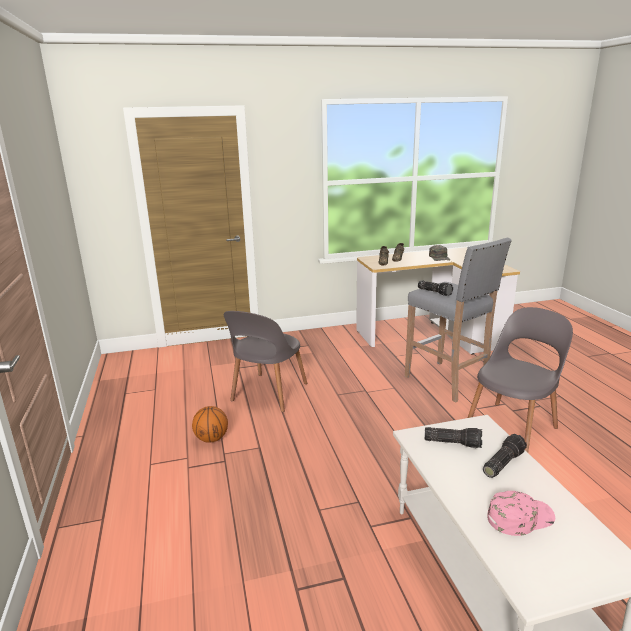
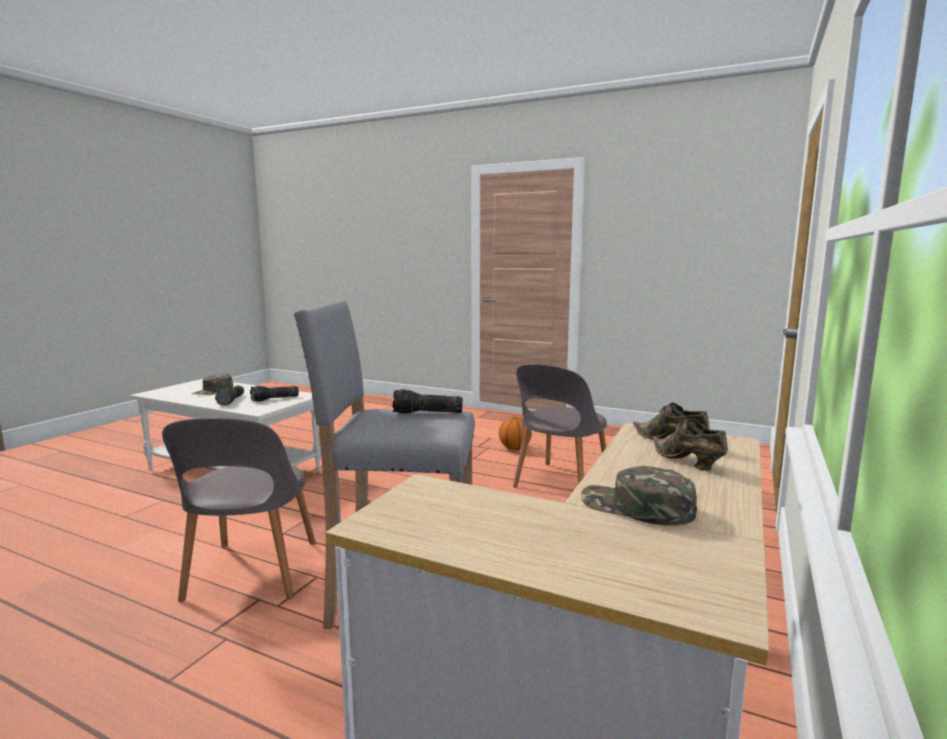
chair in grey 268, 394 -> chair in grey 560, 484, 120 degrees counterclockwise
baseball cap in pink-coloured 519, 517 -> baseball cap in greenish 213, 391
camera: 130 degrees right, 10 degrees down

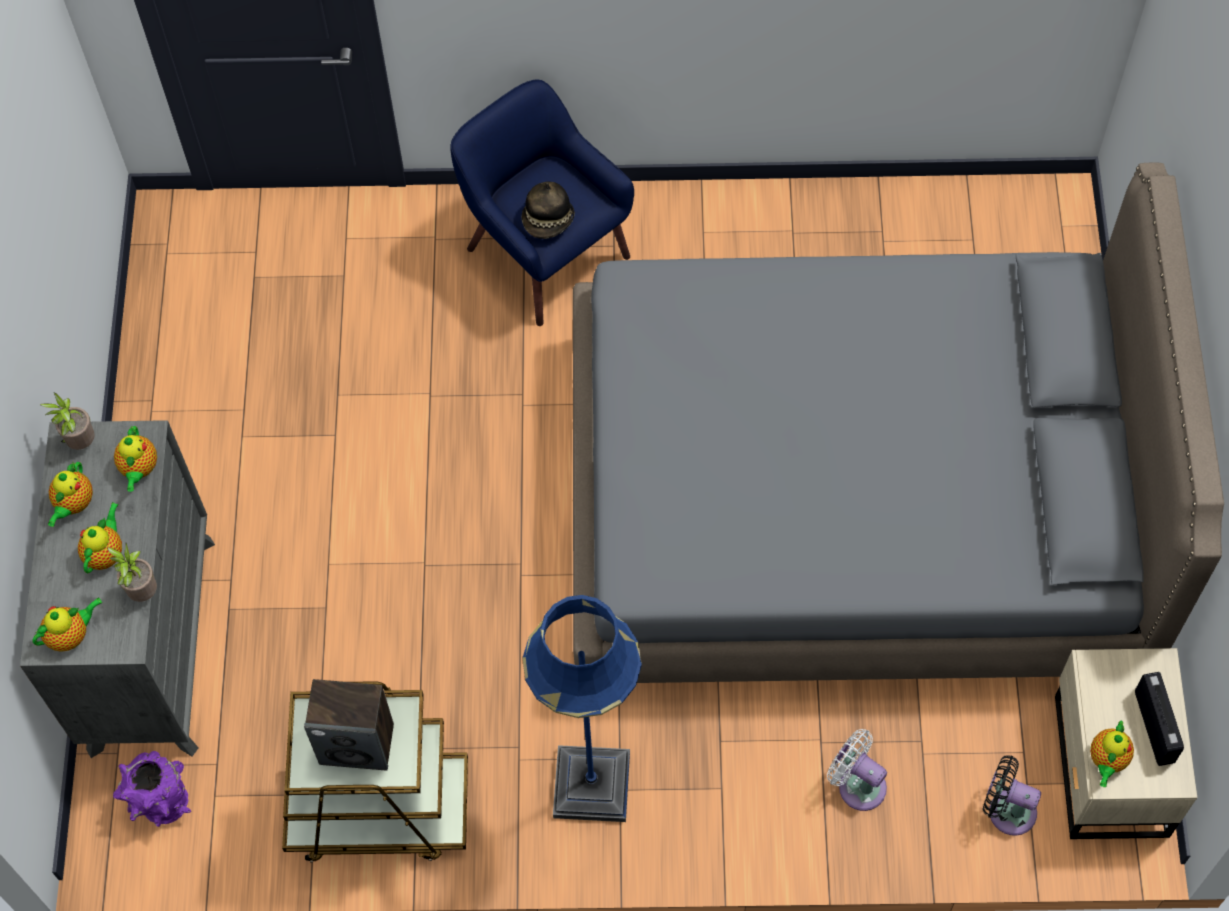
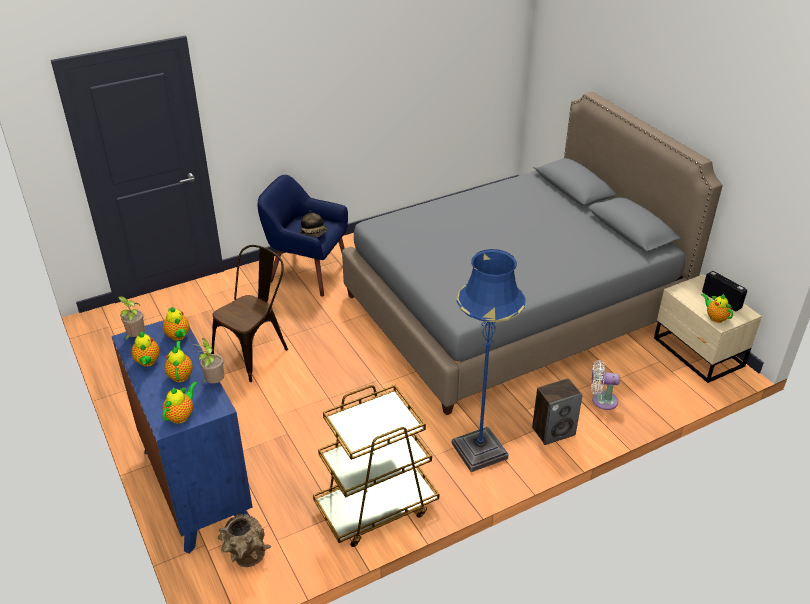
dresser in grey 151, 644 -> dresser in blue-coloured 196, 486
vase in purplish 160, 803 -> vase in brownish 246, 558
speaker 357, 743 -> speaker 553, 431, move
cooling fan in black 1007, 810 -> none
teapot 1107, 760 -> teapot 715, 317, 150 degrees clockwise
none -> chair in brownish 255, 351
camera: 30 degrees left, 25 degrees down

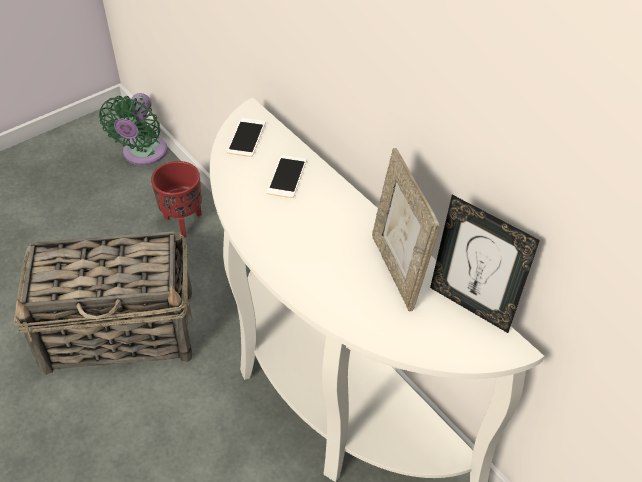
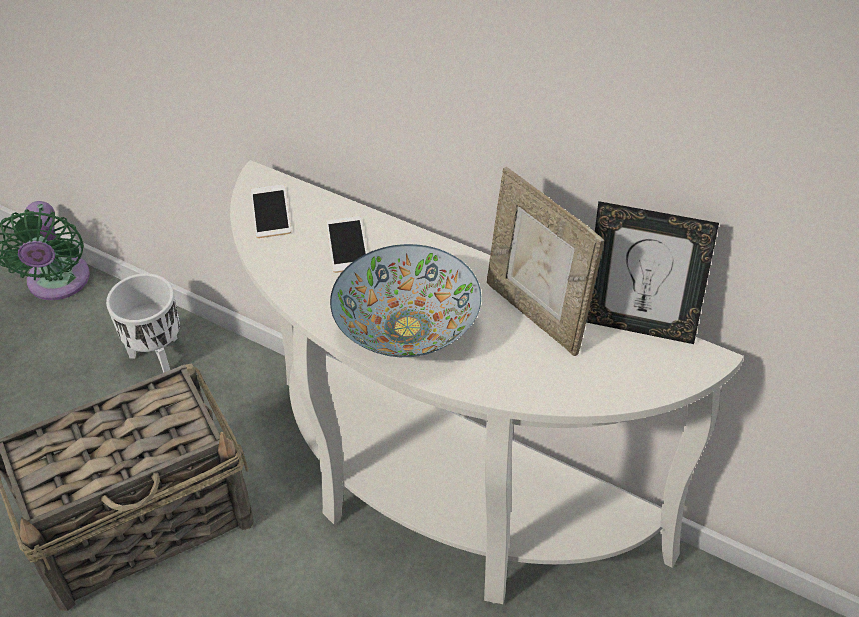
planter in red-coloured 184, 222 -> planter in whitish 158, 355
none -> deep dish 408, 328
camera: 20 degrees left, 0 degrees up

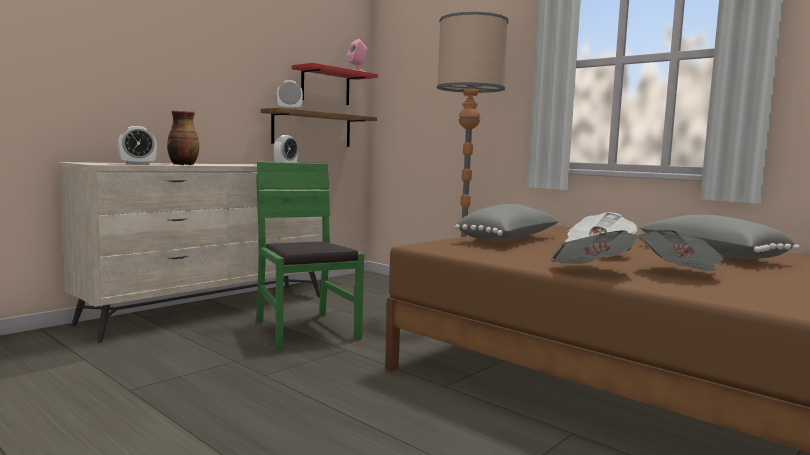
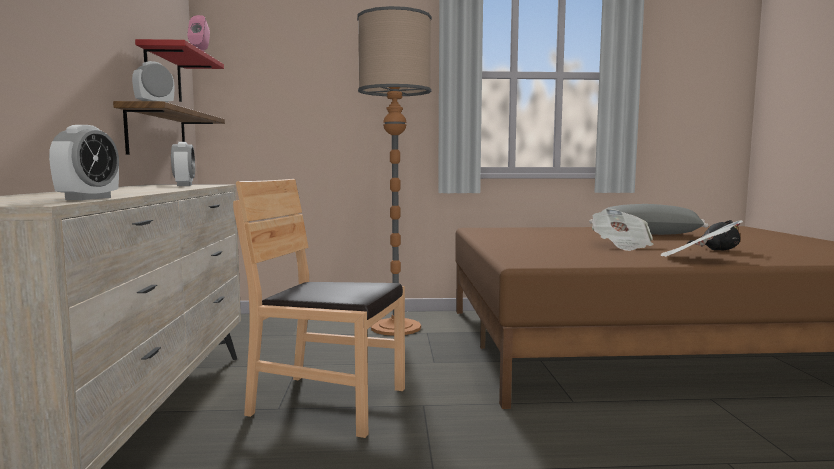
vase 182, 164 -> none
chair in greenish 305, 330 -> chair in brownish 328, 402
pillow in grey 509, 240 -> none
newspaper 681, 273 -> soft toy in black 716, 250
camera: 45 degrees left, 0 degrees up

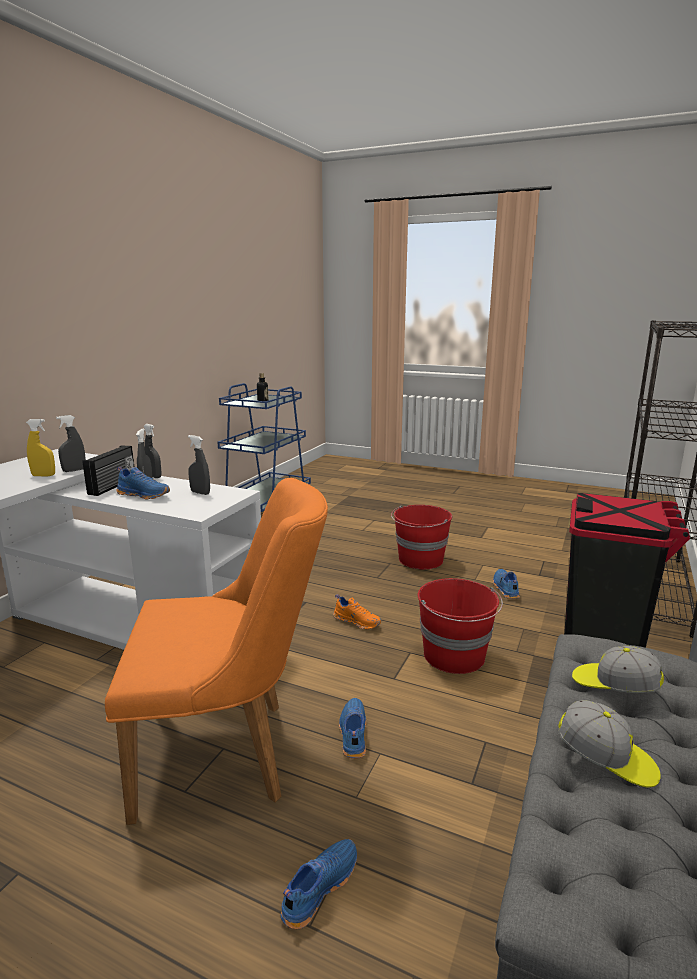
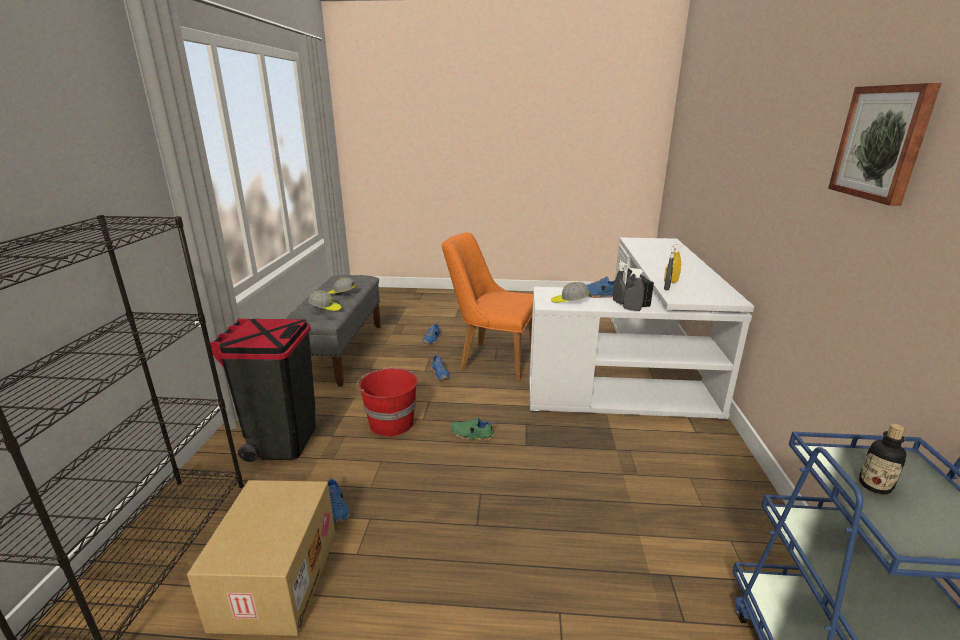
chair in orange-coloured 230, 753 -> chair in orange-coloured 490, 359, 45 degrees clockwise
hand sprayer in grey 200, 493 -> baseball cap 569, 301
low shoe in orange-coloured 357, 621 -> low shoe in greenish 471, 435
water bucket in red-coloured 420, 560 -> none
none -> carton 275, 578
none -> picture 882, 143
camera: 160 degrees right, 5 degrees up

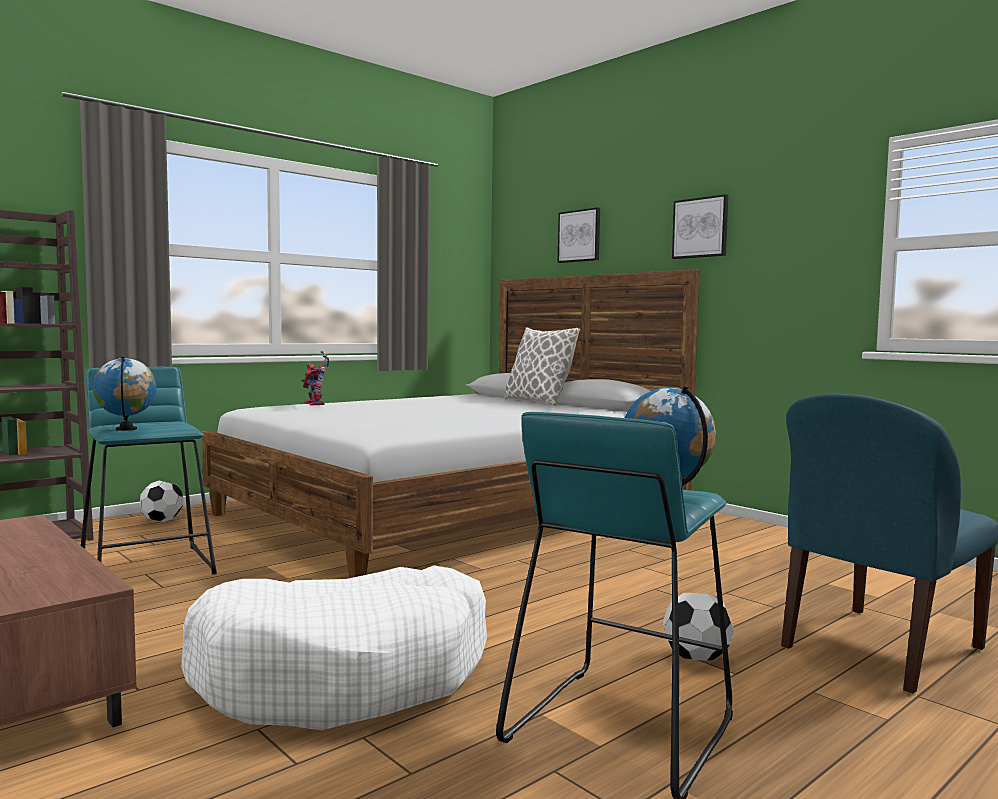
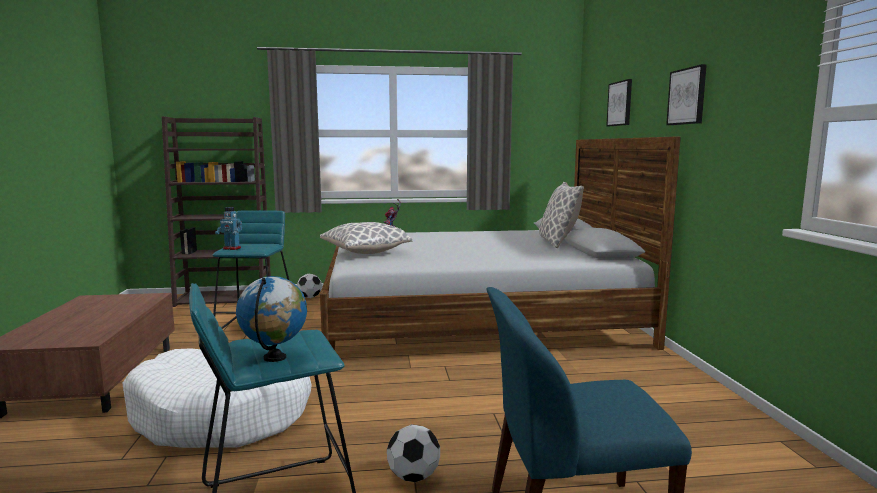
world globe 126, 429 -> robot figure 231, 248
none -> pillow 365, 252
camera: 35 degrees right, 5 degrees up

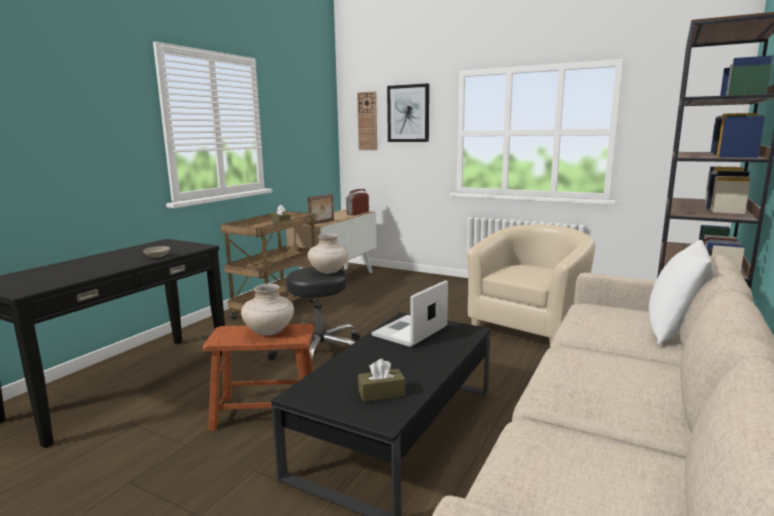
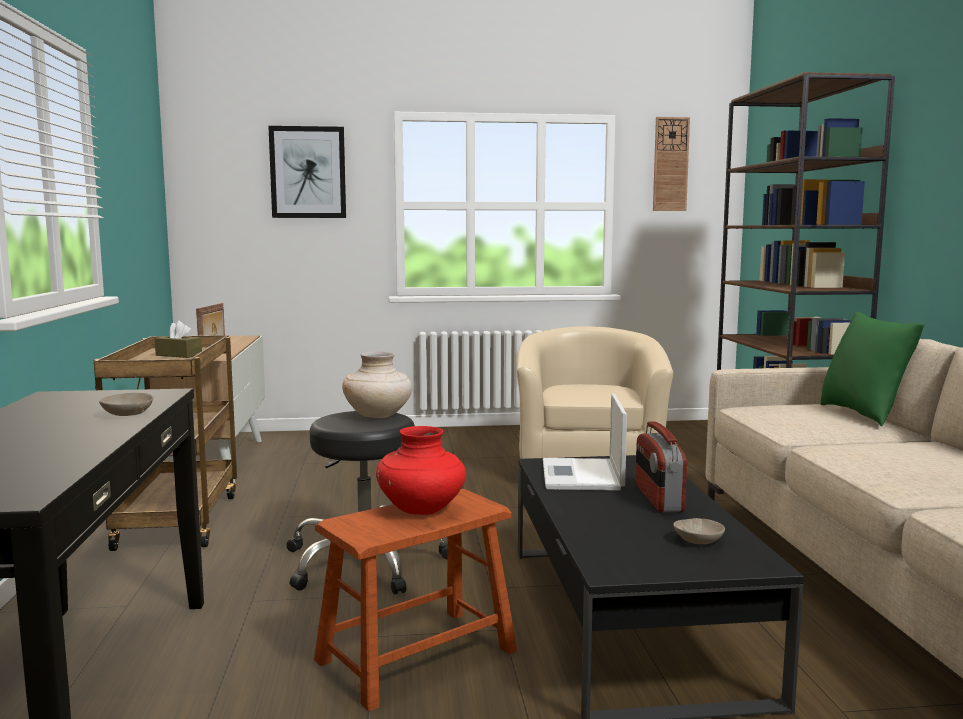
vase in beige-coloured 269, 331 -> vase in red-coloured 422, 509
radio 357, 213 -> radio 657, 498, move
clock on the wall 367, 121 -> clock on the wall 670, 164, move
tissue box in brownish 381, 393 -> deep dish in beige-coloured 698, 541
pillow in whitish 674, 331 -> pillow in greenish 864, 414
camera: 35 degrees left, 5 degrees down

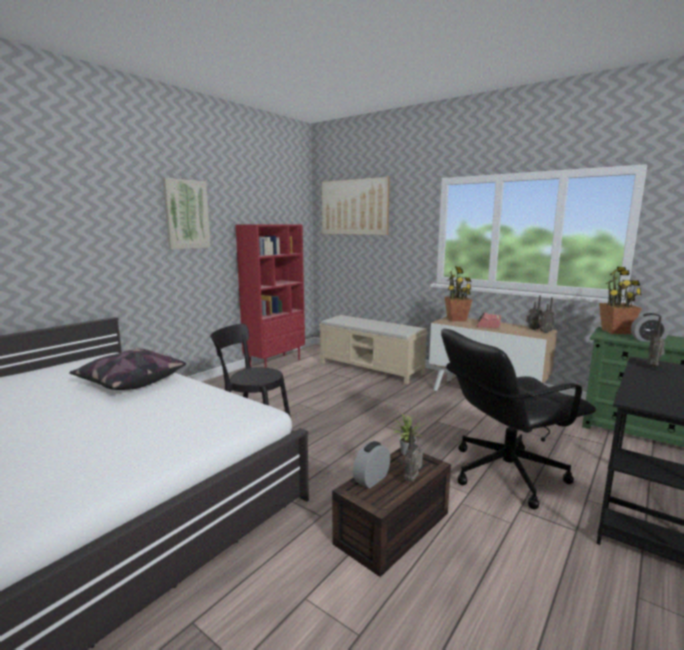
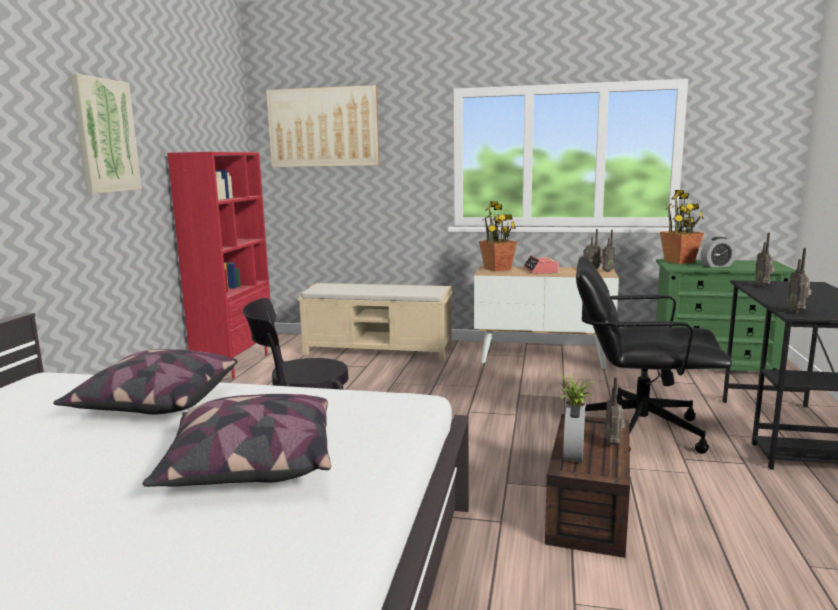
office chair in black 504, 473 -> office chair in black 638, 429, 60 degrees clockwise
none -> pillow 250, 466
none -> radio 797, 311
camera: 25 degrees left, 0 degrees up

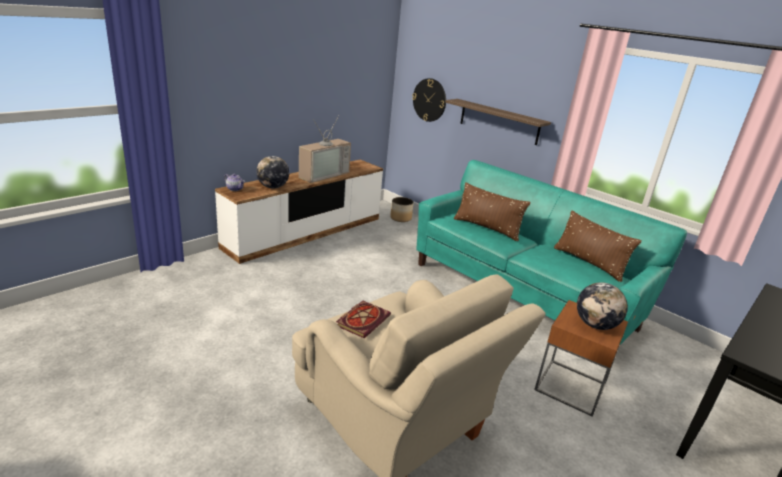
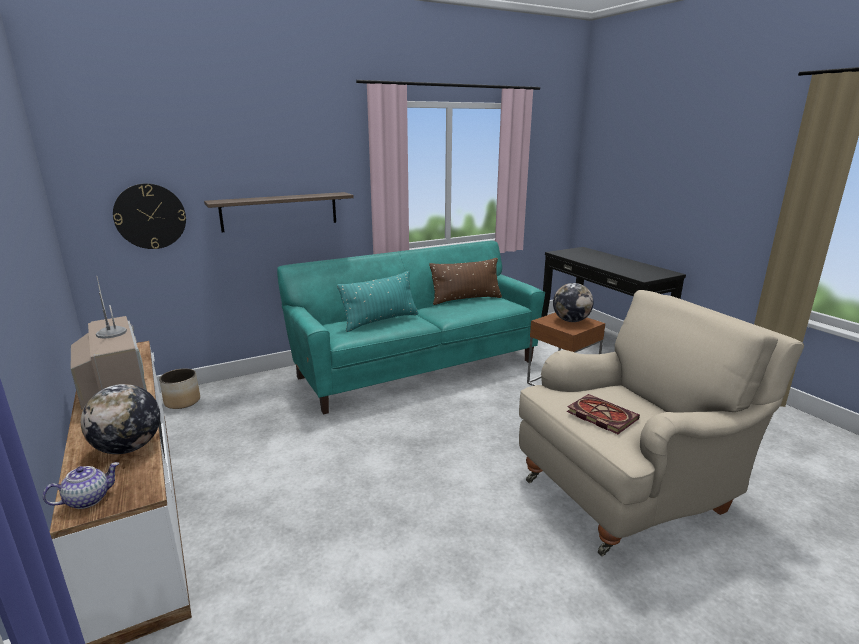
pillow in brownish 487, 228 -> pillow in turquoise 380, 321
camera: 70 degrees left, 5 degrees down

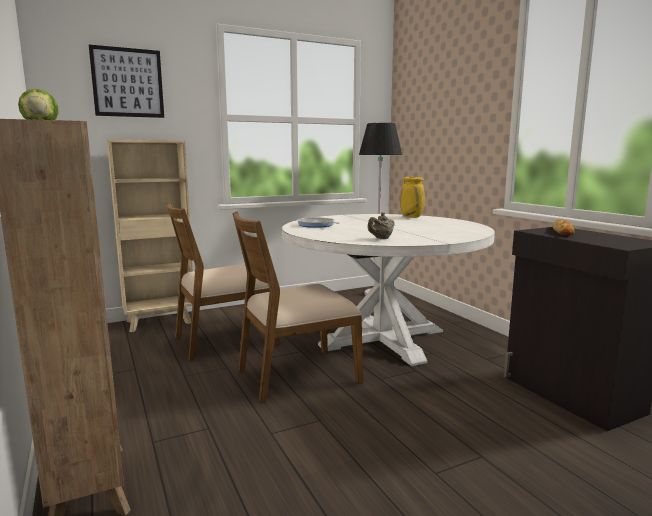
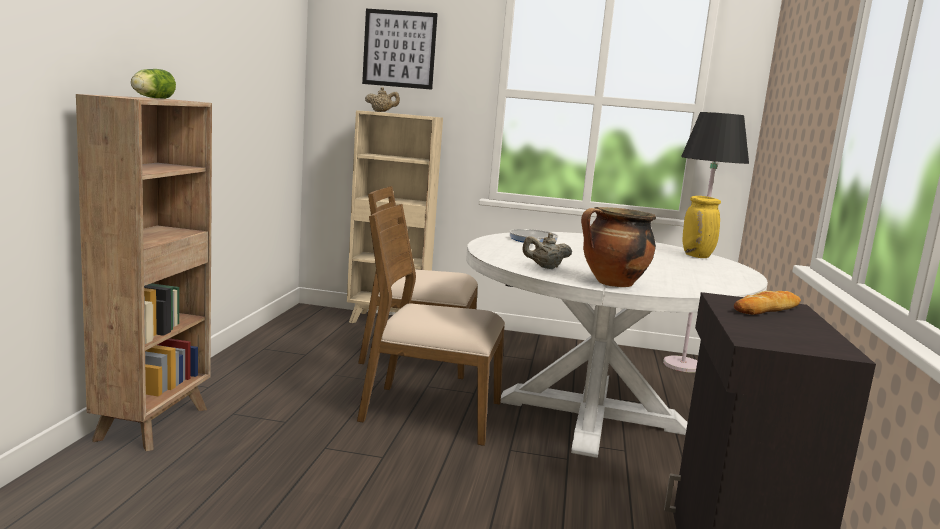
none -> teapot in beige-coloured 381, 112
none -> cooking pot 612, 284
camera: 35 degrees right, 0 degrees up

